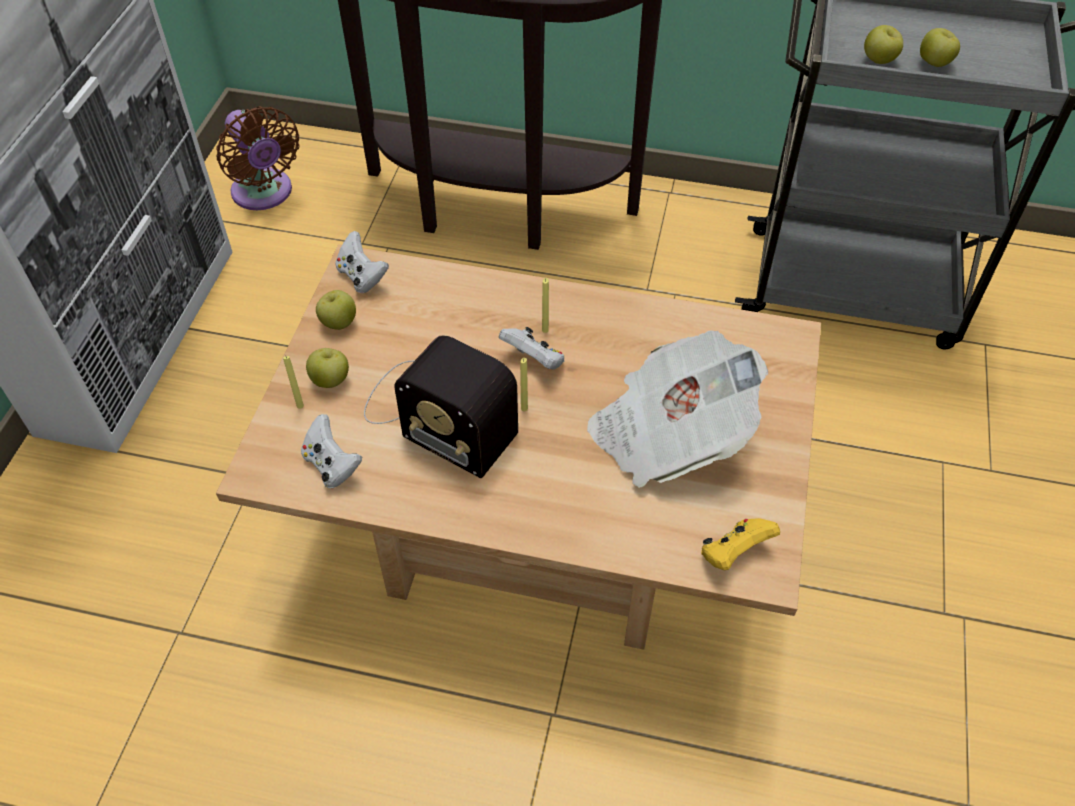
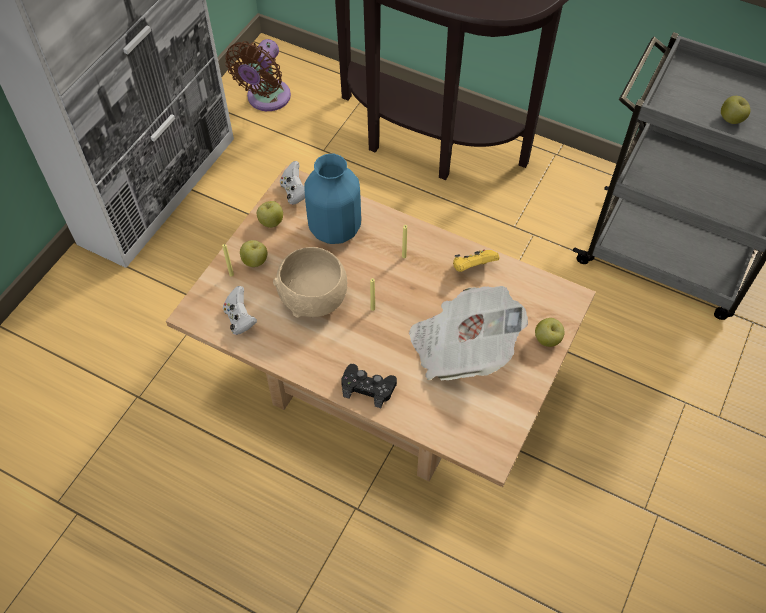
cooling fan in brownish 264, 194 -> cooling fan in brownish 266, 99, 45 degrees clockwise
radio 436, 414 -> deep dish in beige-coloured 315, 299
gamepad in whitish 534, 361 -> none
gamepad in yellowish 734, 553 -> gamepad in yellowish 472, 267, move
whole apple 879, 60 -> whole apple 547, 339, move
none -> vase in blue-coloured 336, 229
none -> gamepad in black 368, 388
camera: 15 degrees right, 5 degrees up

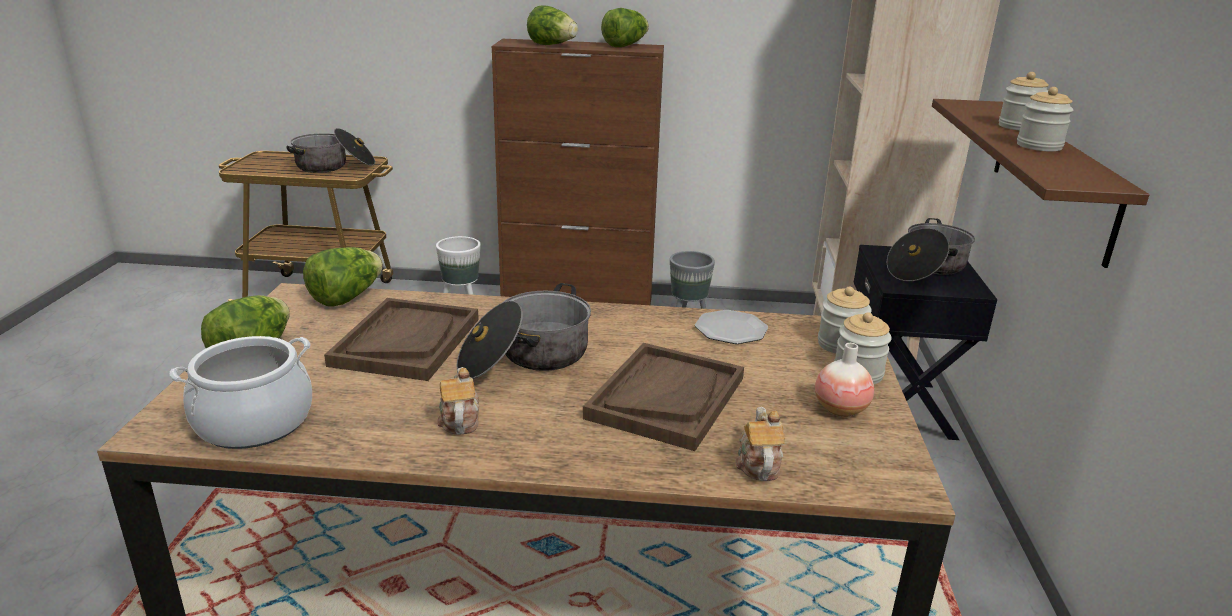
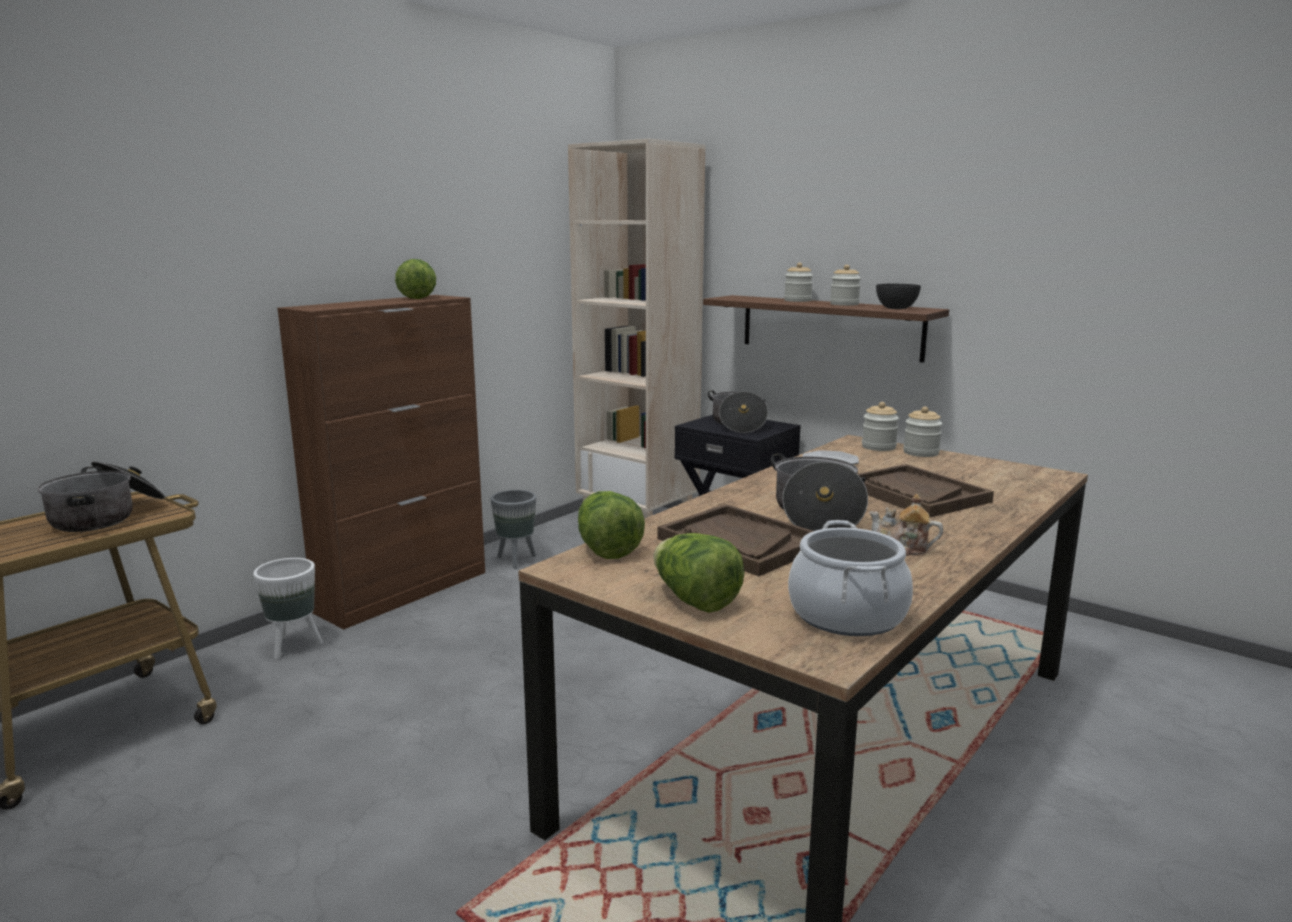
lettuce 552, 45 -> none
teapot 758, 463 -> none
vase 840, 409 -> none
none -> deep dish in grey 896, 308
camera: 55 degrees left, 10 degrees down

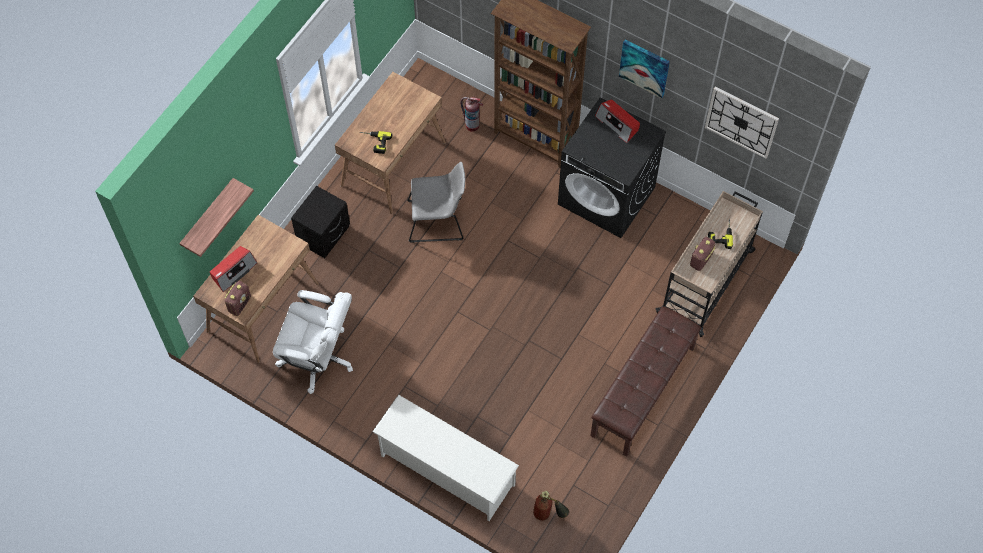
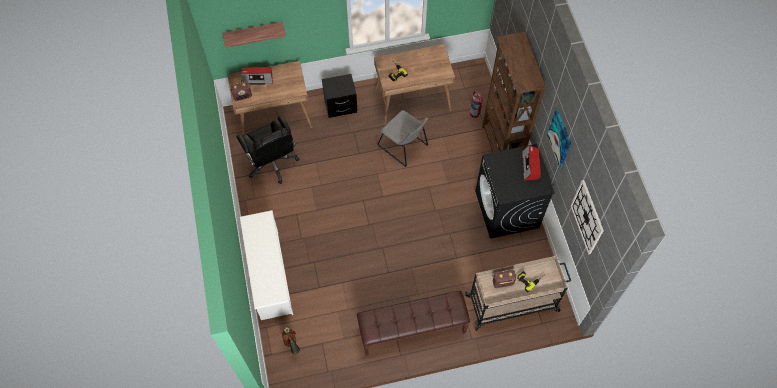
office chair in whitish 318, 357 -> office chair in black 272, 163
camera: 45 degrees right, 0 degrees up

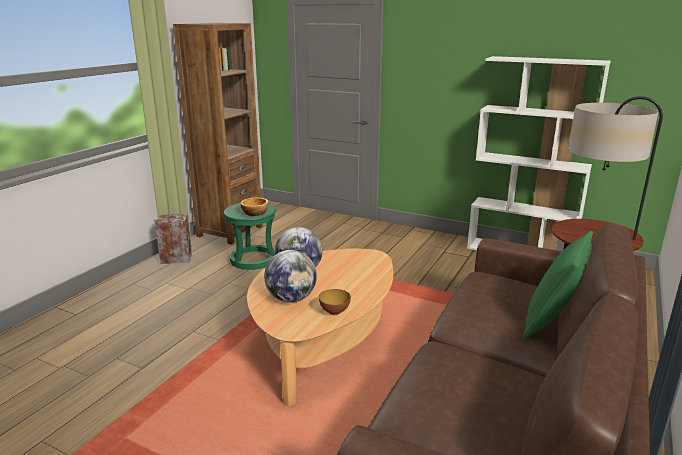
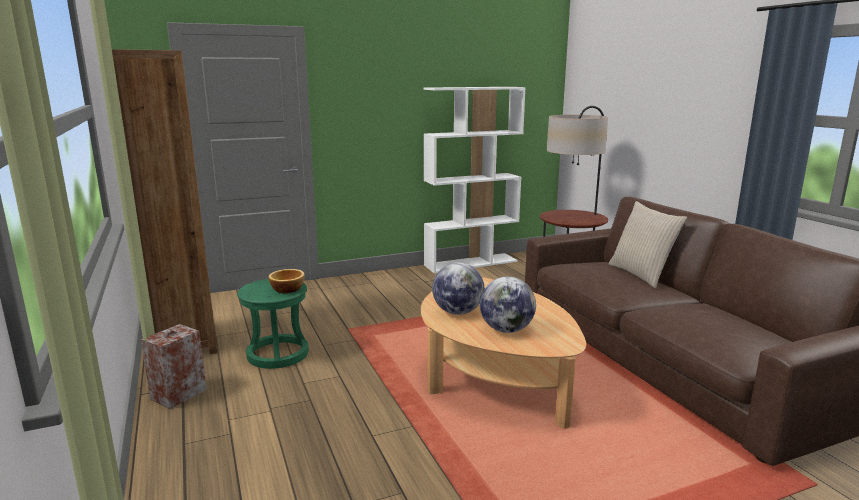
deep dish 334, 312 -> none
pillow in greenish 552, 321 -> pillow in beige-coloured 641, 275
camera: 50 degrees left, 5 degrees down

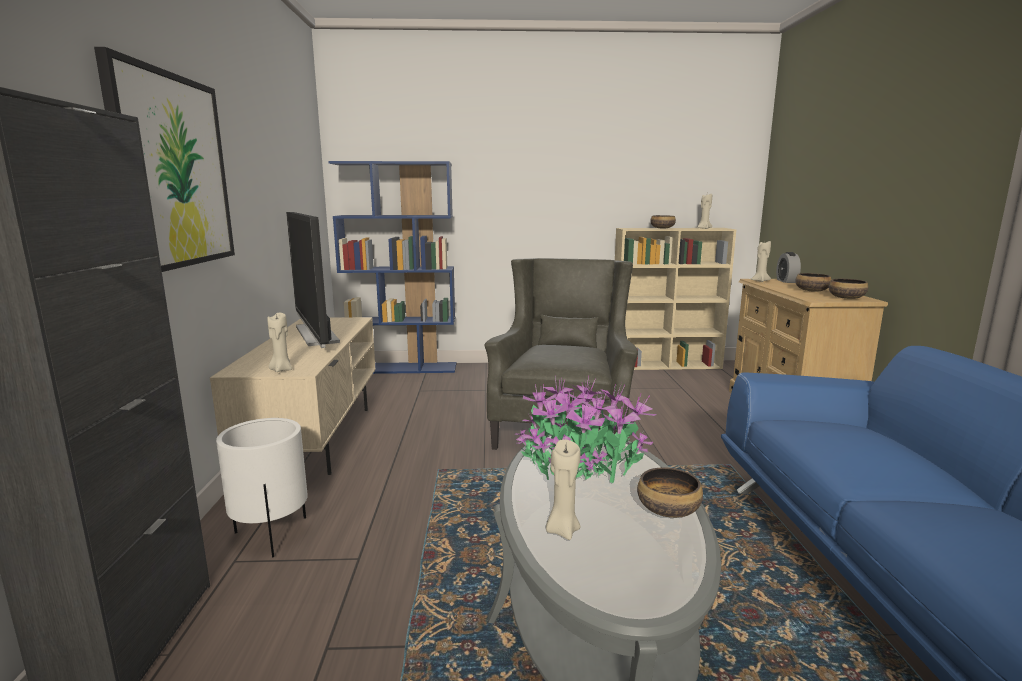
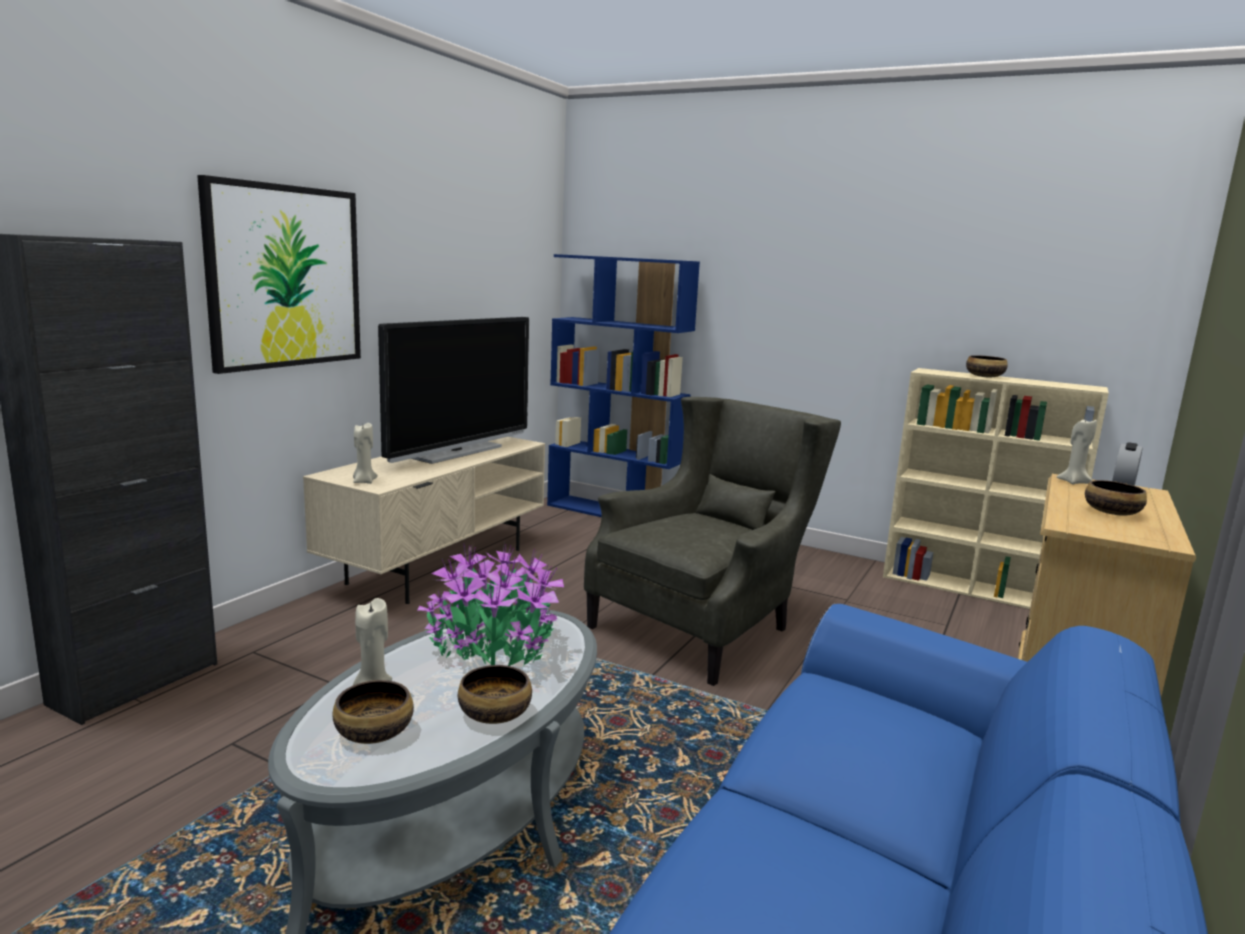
planter in whitish 272, 535 -> none
TV 316, 334 -> TV 457, 452, 150 degrees counterclockwise
wax light in beige-coloured 703, 228 -> none
deep dish 846, 298 -> deep dish 375, 732, move
camera: 30 degrees right, 0 degrees up

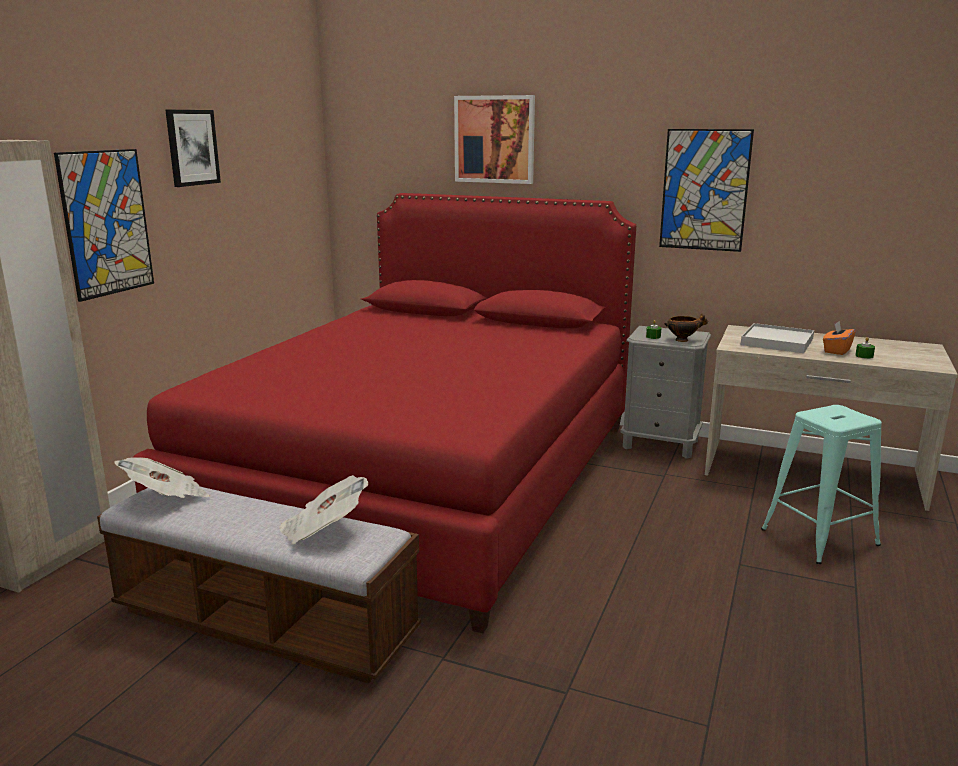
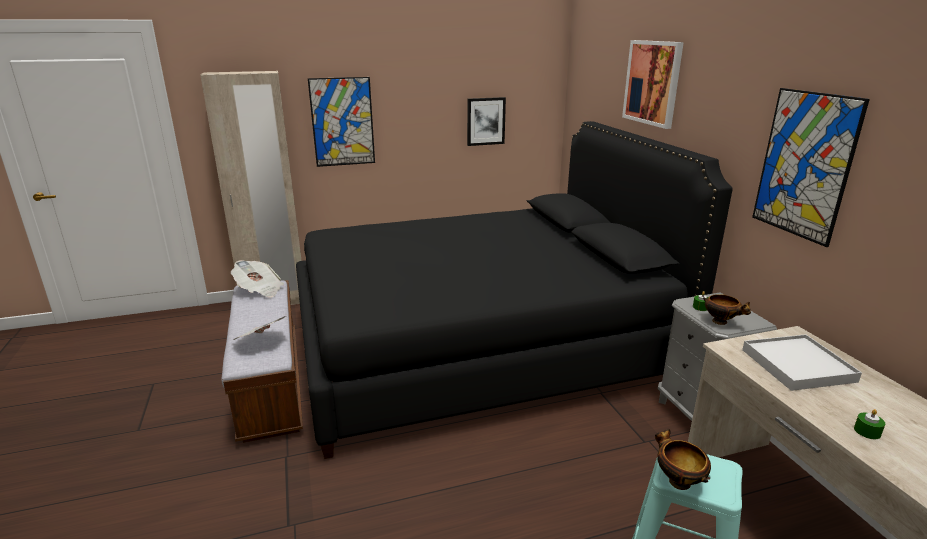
sleeping bed in red-coloured 423, 479 -> sleeping bed in black 478, 347
picture 192, 147 -> picture 485, 121, move
tissue box in orange-coloured 836, 350 -> none
none -> deep dish 677, 481
camera: 50 degrees right, 5 degrees up

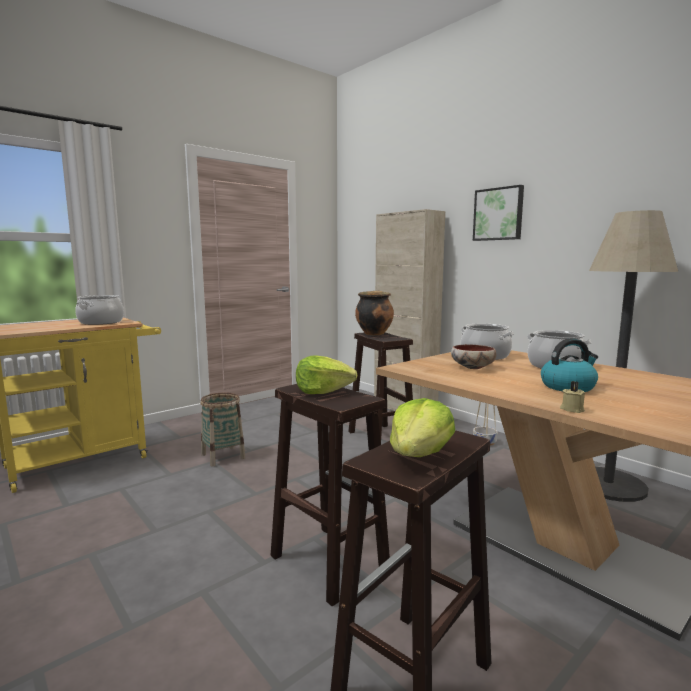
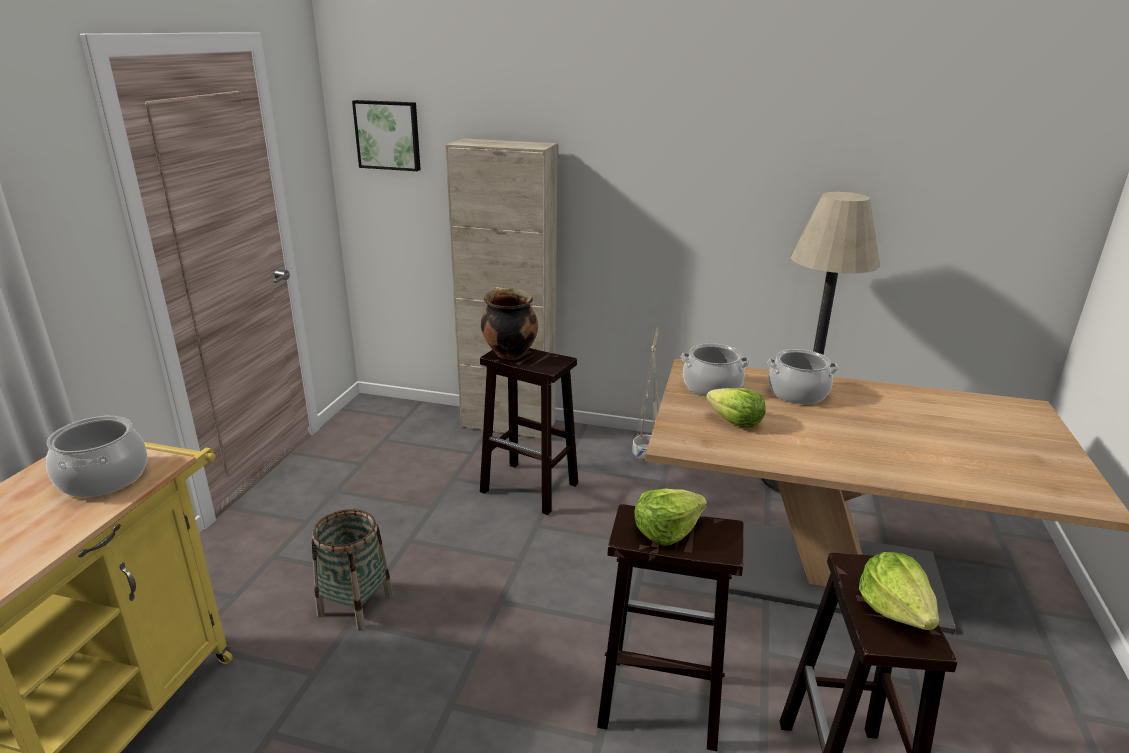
deep dish 472, 367 -> lettuce 735, 421
picture 498, 214 -> picture 388, 135, move
tea kettle 568, 387 -> none
wax light in beige-coloured 572, 409 -> none
camera: 35 degrees left, 15 degrees up

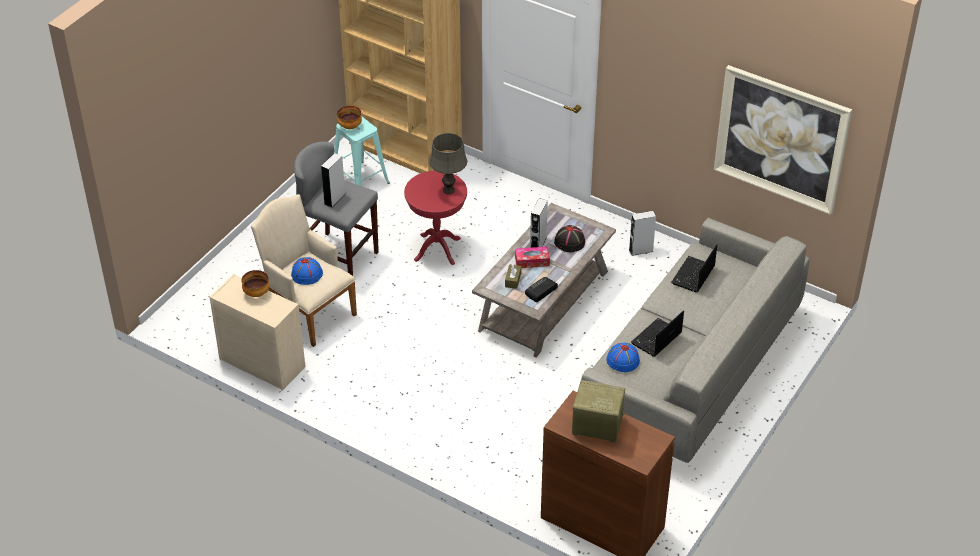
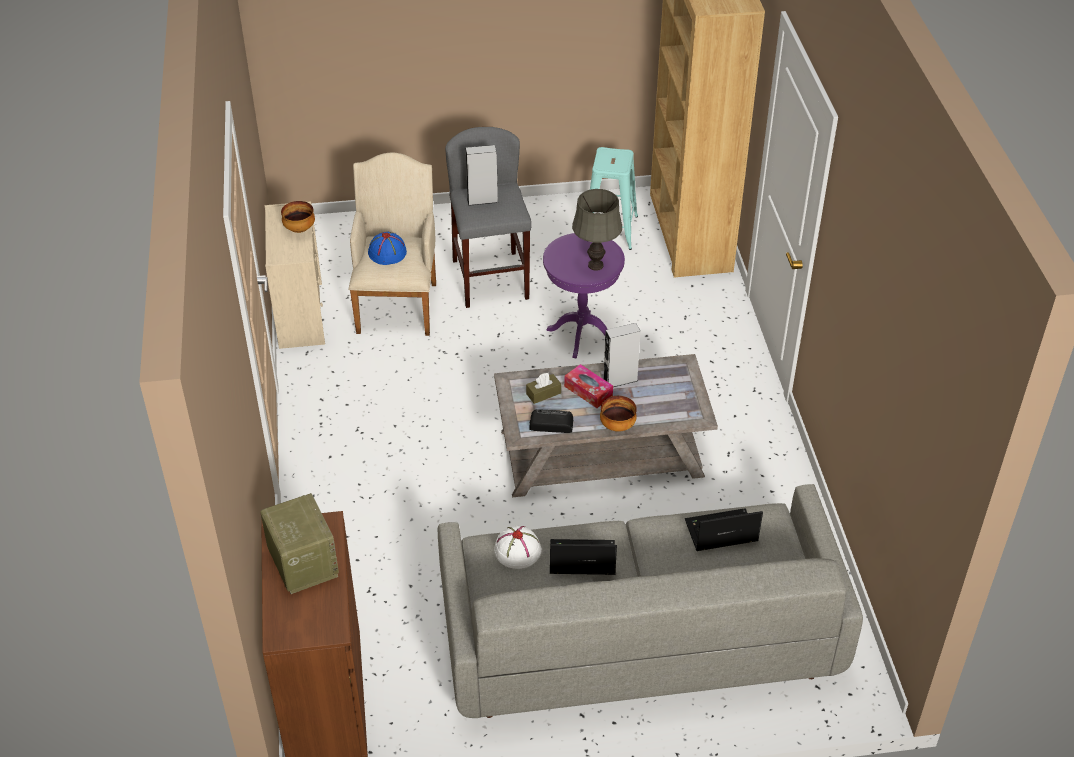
deep dish 349, 126 -> deep dish 617, 426, move
side table in red-coloured 437, 249 -> side table in purplish 581, 334
hat in black 570, 242 -> none
hat in blue-coloured 622, 360 -> hat in whitish 517, 550
speaker in grey 641, 250 -> none
picture 781, 139 -> none
camera: 50 degrees right, 0 degrees up

